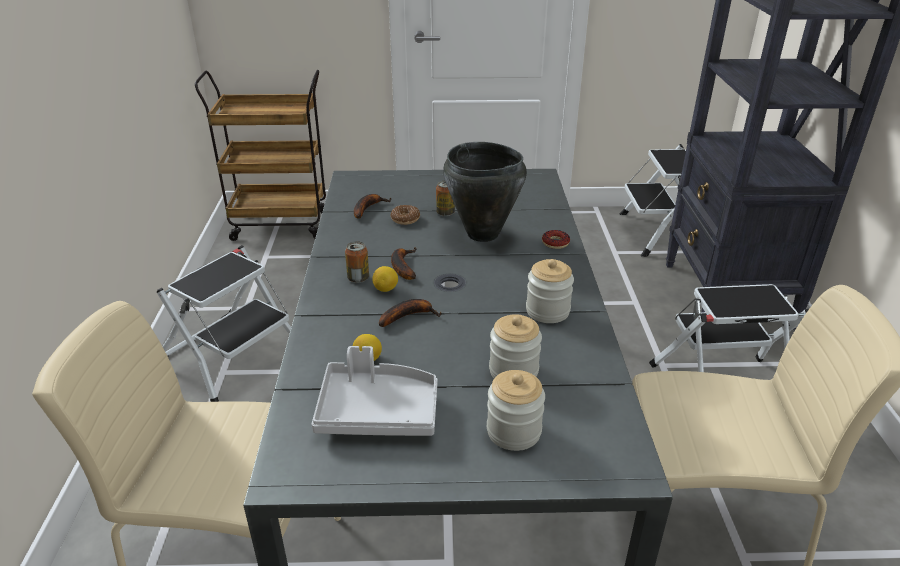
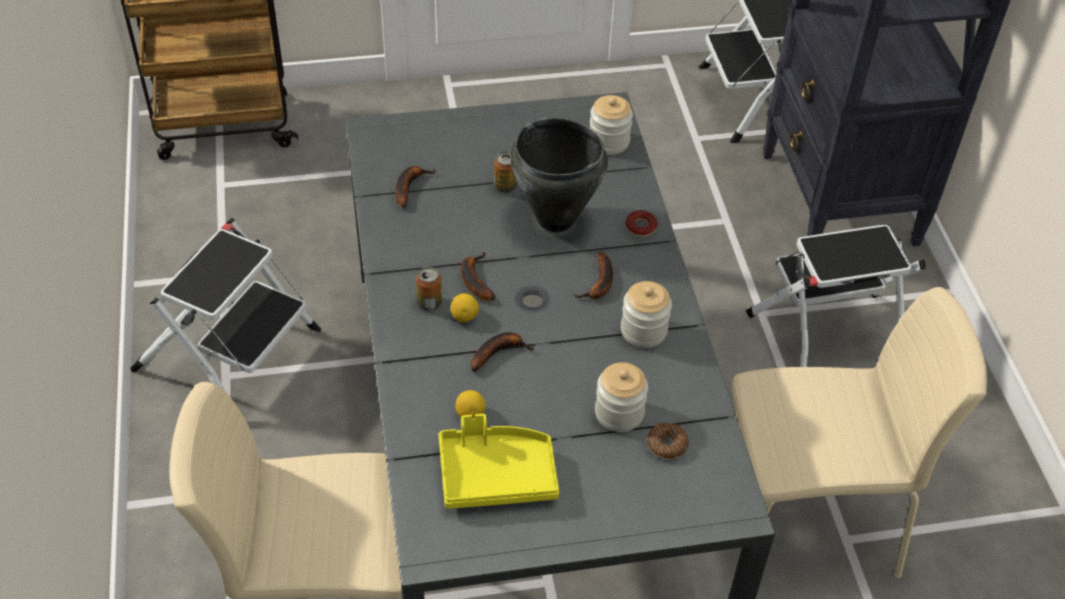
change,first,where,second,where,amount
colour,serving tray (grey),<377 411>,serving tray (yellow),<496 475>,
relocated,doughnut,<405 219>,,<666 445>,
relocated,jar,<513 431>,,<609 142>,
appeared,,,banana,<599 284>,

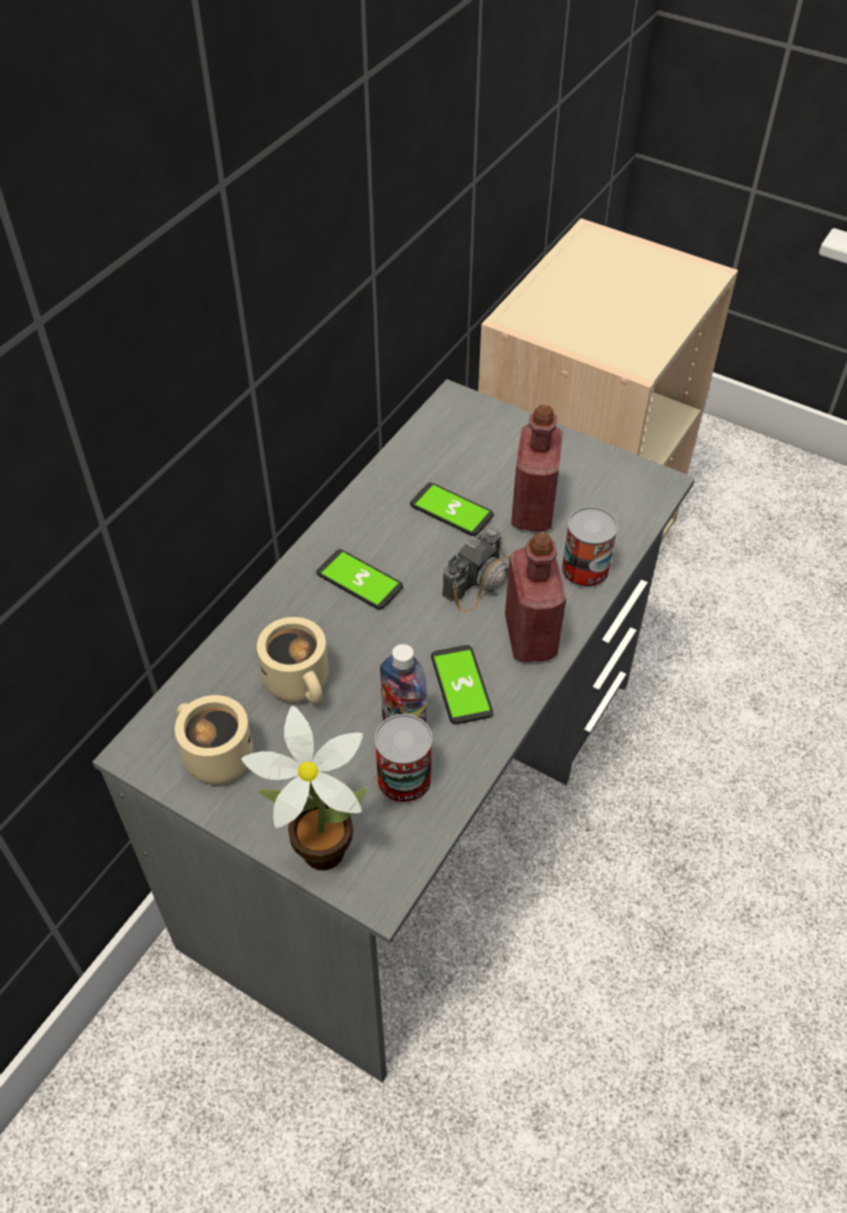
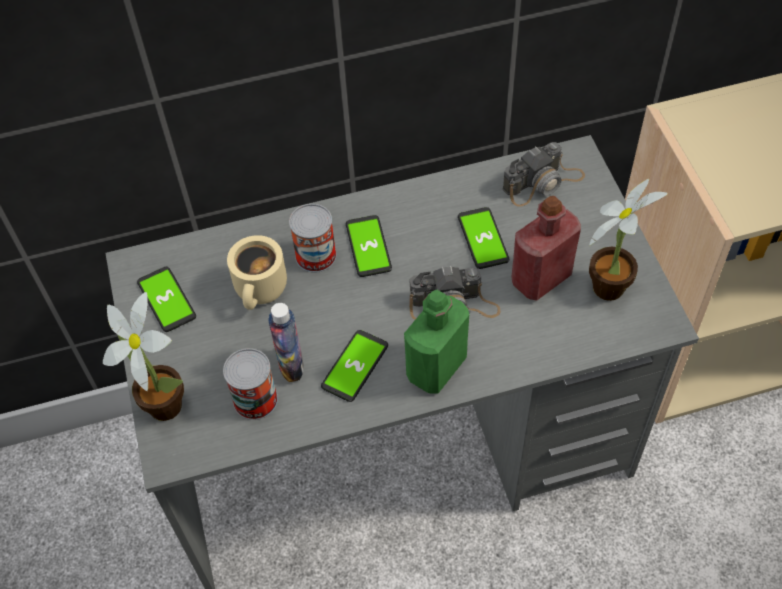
change,first,where,second,where,amount
exchanged,mug (beige-coloured),<213 757>,phone,<167 300>,
colour,drink bottle (red-coloured),<530 637>,drink bottle (green-coloured),<436 367>,
relocated,metal can,<585 570>,,<315 255>,
appeared,,,still camera,<543 182>,
appeared,,,houseplant,<612 284>,

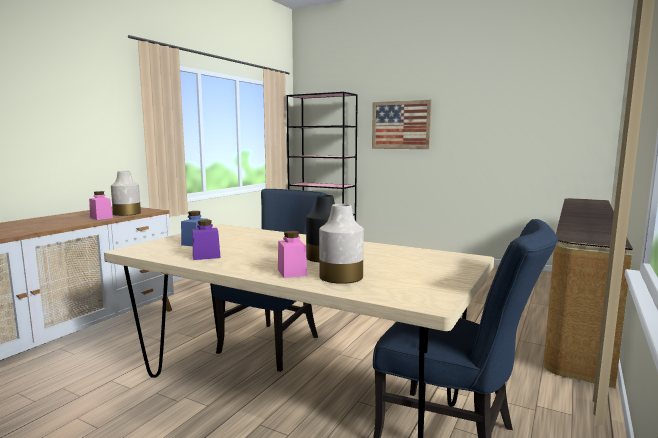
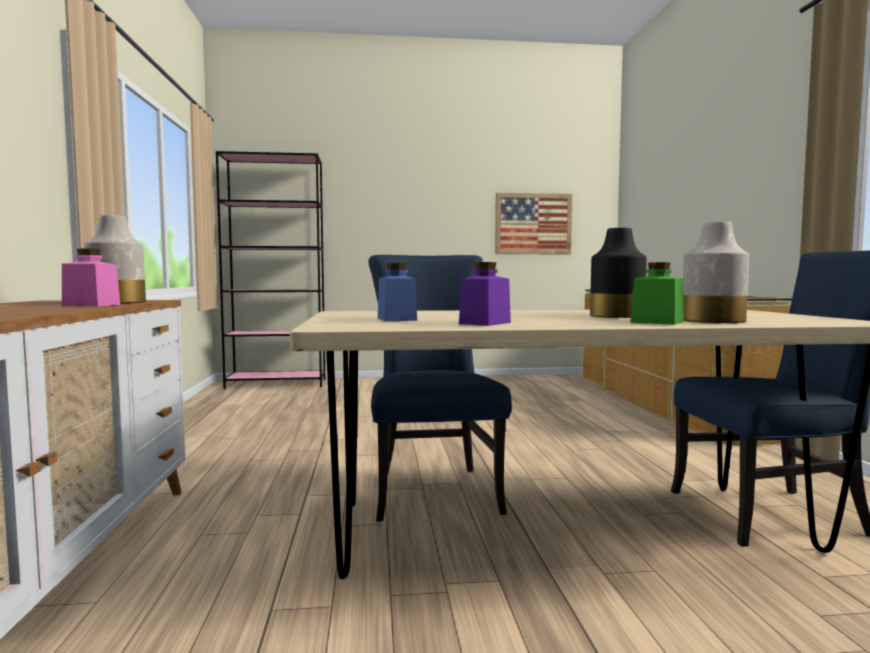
change,first,where,second,where,amount
colour,jar (pink-coloured),<292 272>,jar (green-coloured),<657 322>,
relocated,wall picture,<400 125>,,<533 224>,

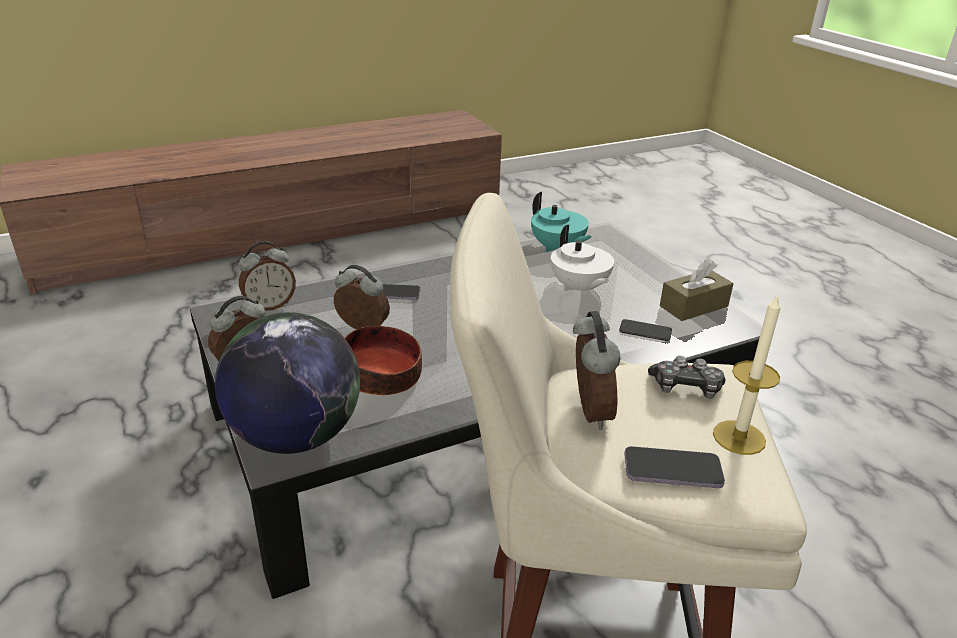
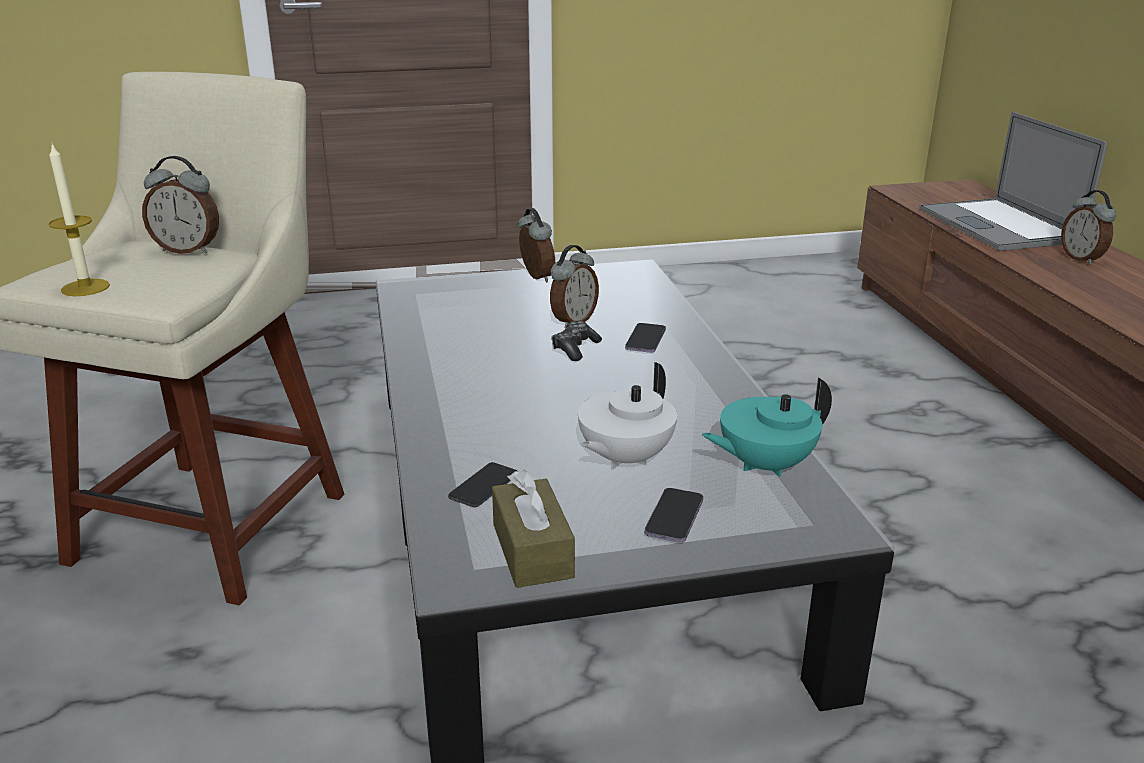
change,first,where,second,where,amount
missing,world globe,<295 436>,,,
relocated,table clock,<270 305>,,<1082 259>,
missing,serving bowl,<381 377>,,,
spun,pot for tea (whitish),<579 288>,,<624 458>,45 degrees counterclockwise
relocated,phone,<672 470>,,<674 518>,
relocated,game controller,<685 388>,,<575 348>,
appeared,,,portable computer,<998 225>,

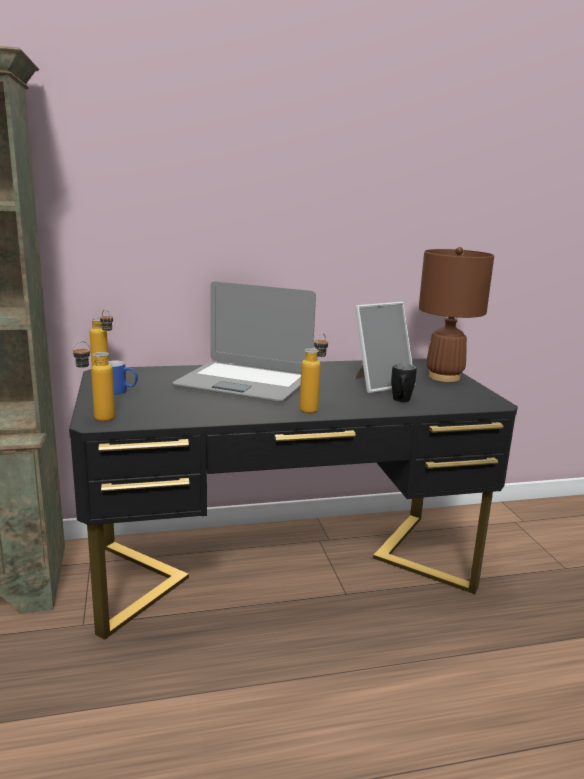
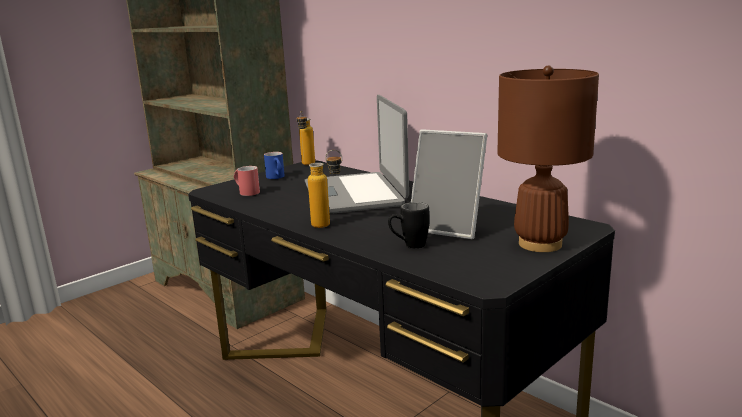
change,first,where,second,where,amount
missing,drink bottle,<96 419>,,,
appeared,,,mug (red-coloured),<246 192>,

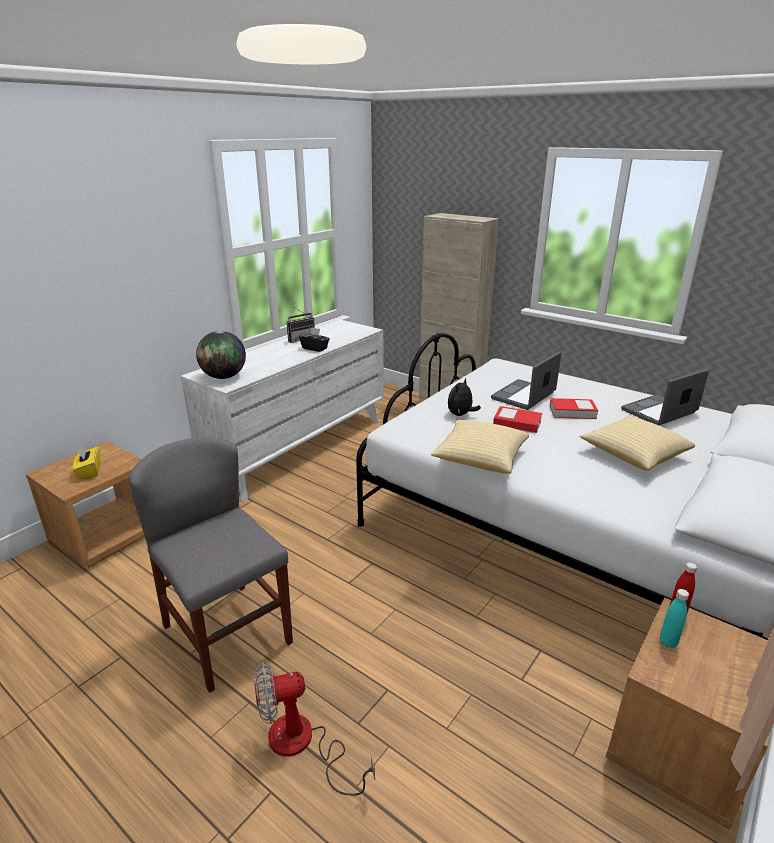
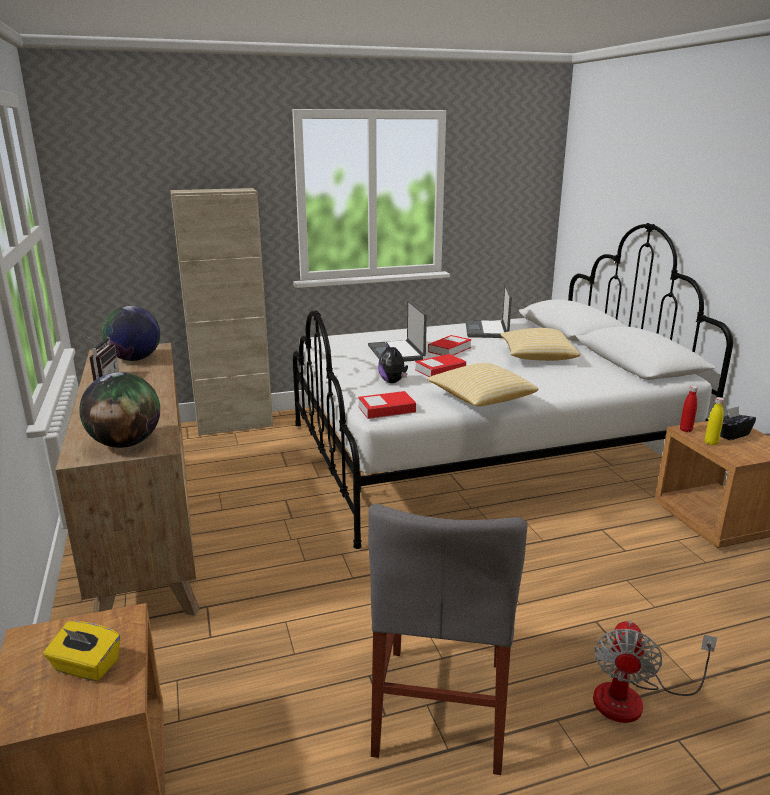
change,first,where,second,where,amount
spun,chair (grey),<227 634>,,<441 706>,75 degrees counterclockwise
colour,dresser (whitish),<300 447>,dresser (brown),<147 532>,
relocated,box of tissues (black-coloured),<315 348>,,<730 434>,
colour,drink bottle (turquoise),<668 642>,drink bottle (yellow),<711 443>,
appeared,,,world globe,<135 359>,
appeared,,,volume,<386 410>,

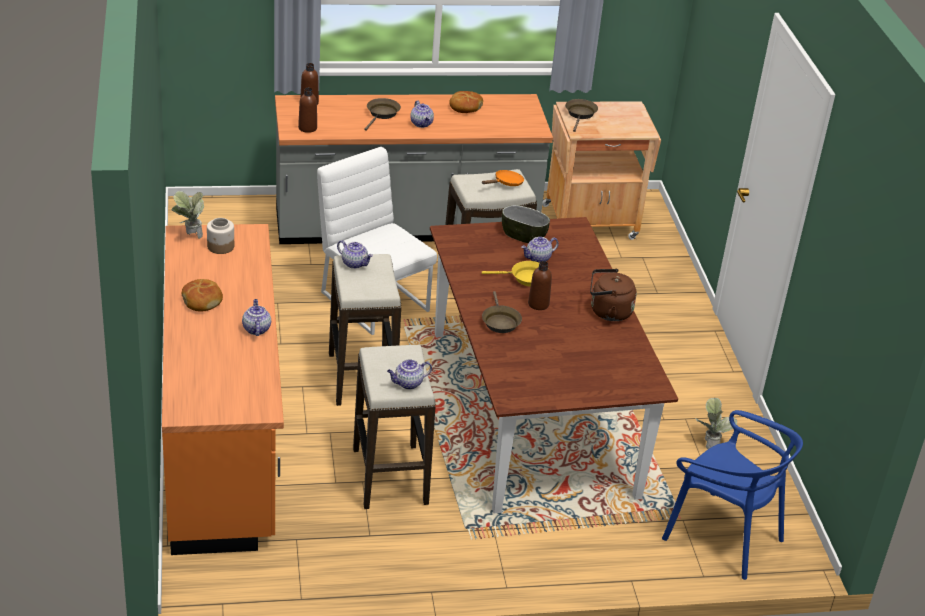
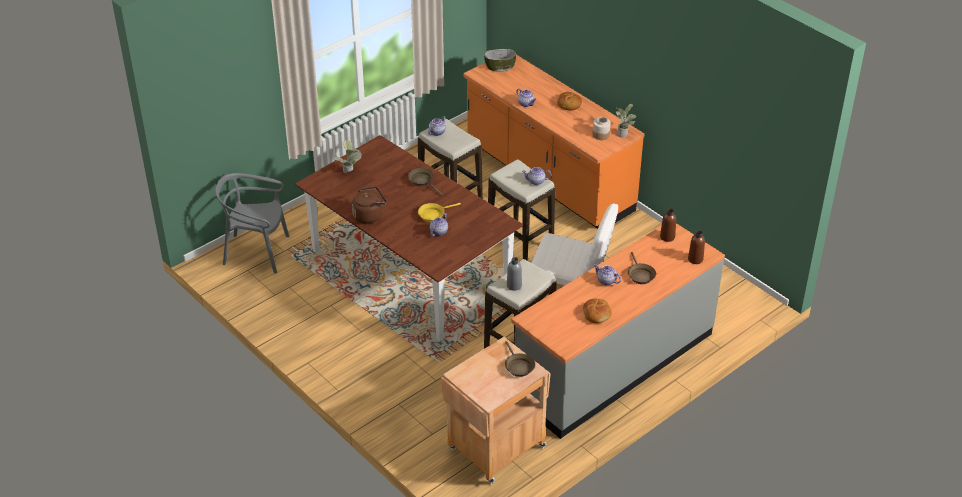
change,first,where,second,where,amount
exchanged,frying pan (orange-coloured),<506 183>,drink bottle (grey),<514 285>,
relocated,serving bowl,<523 235>,,<500 66>,
missing,drink bottle (brown),<538 304>,,,
colour,chair (bluish),<723 536>,chair (grey),<257 252>,
relocated,houseplant,<710 442>,,<349 172>,

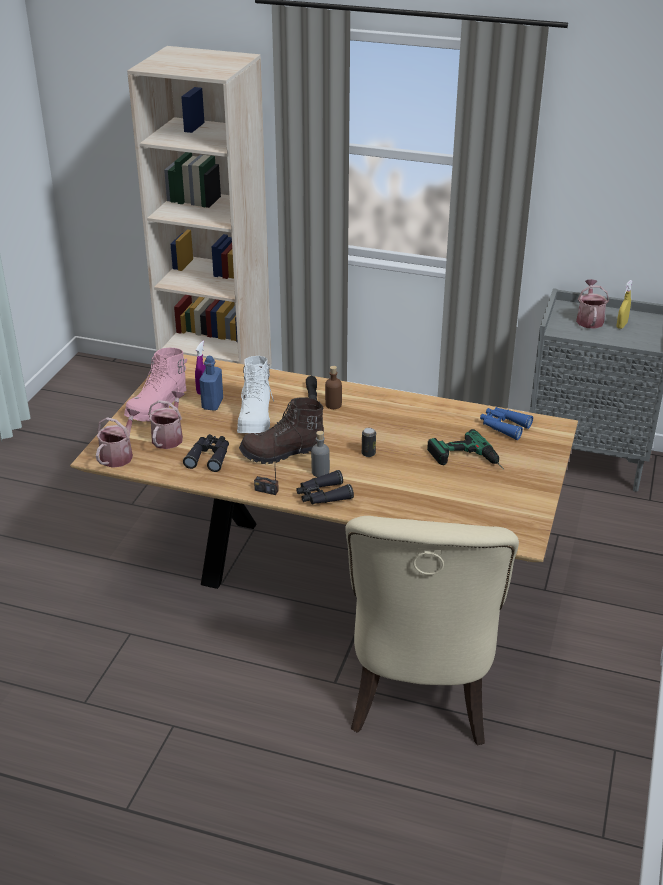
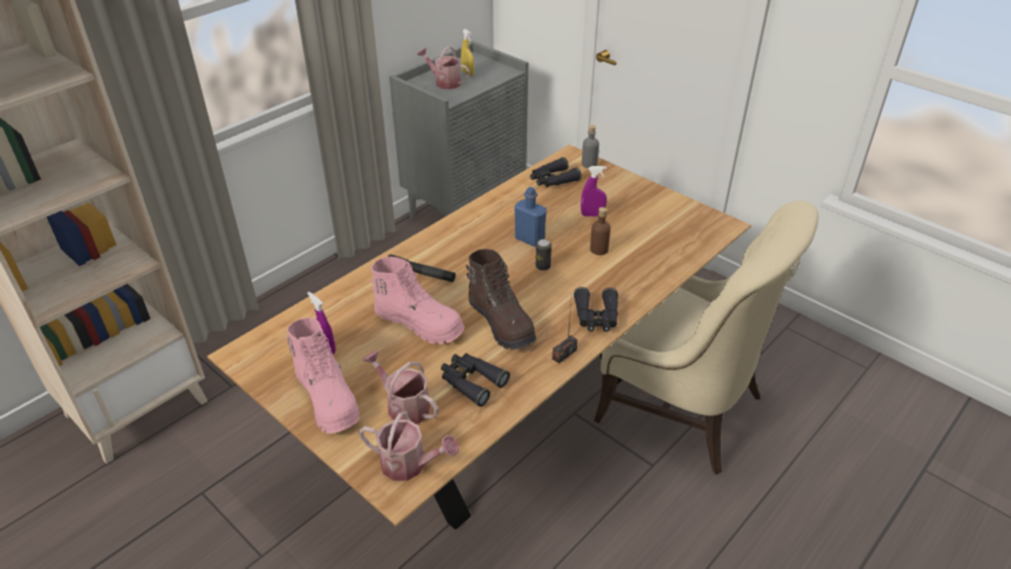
change,first,where,second,where,amount
spun,sprinkling can,<119 455>,,<409 464>,150 degrees clockwise
relocated,drink bottle (bluish),<212 404>,,<529 239>,
colour,high-top boot (whitish),<255 418>,high-top boot (pink-coloured),<420 323>,
spun,high-top boot (brown),<282 453>,,<502 323>,45 degrees counterclockwise
relocated,drink bottle (grey),<320 472>,,<589 164>,
relocated,drink bottle (brown),<333 405>,,<599 249>,
exchanged,power drill,<467 461>,sprayer (purple-coloured),<592 215>,
colour,binoculars (bluish),<503 426>,binoculars (black-coloured),<553 180>,

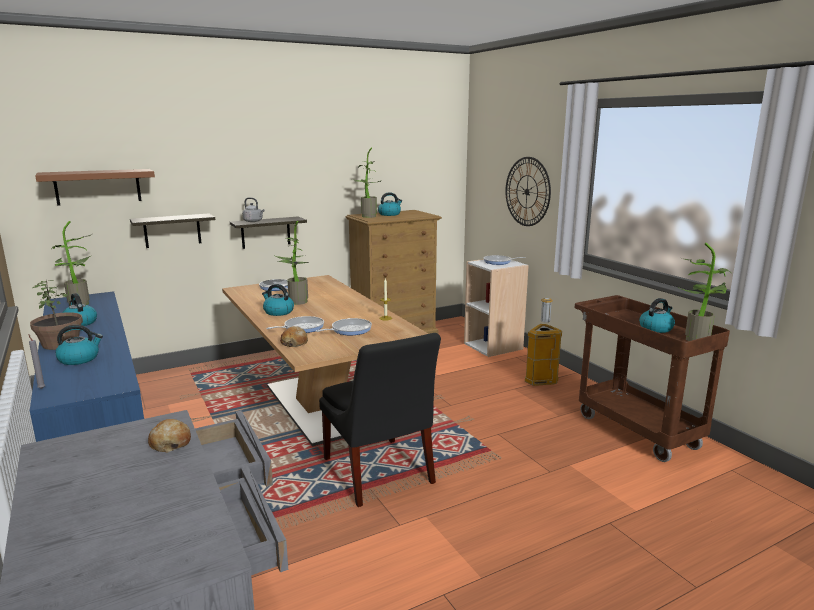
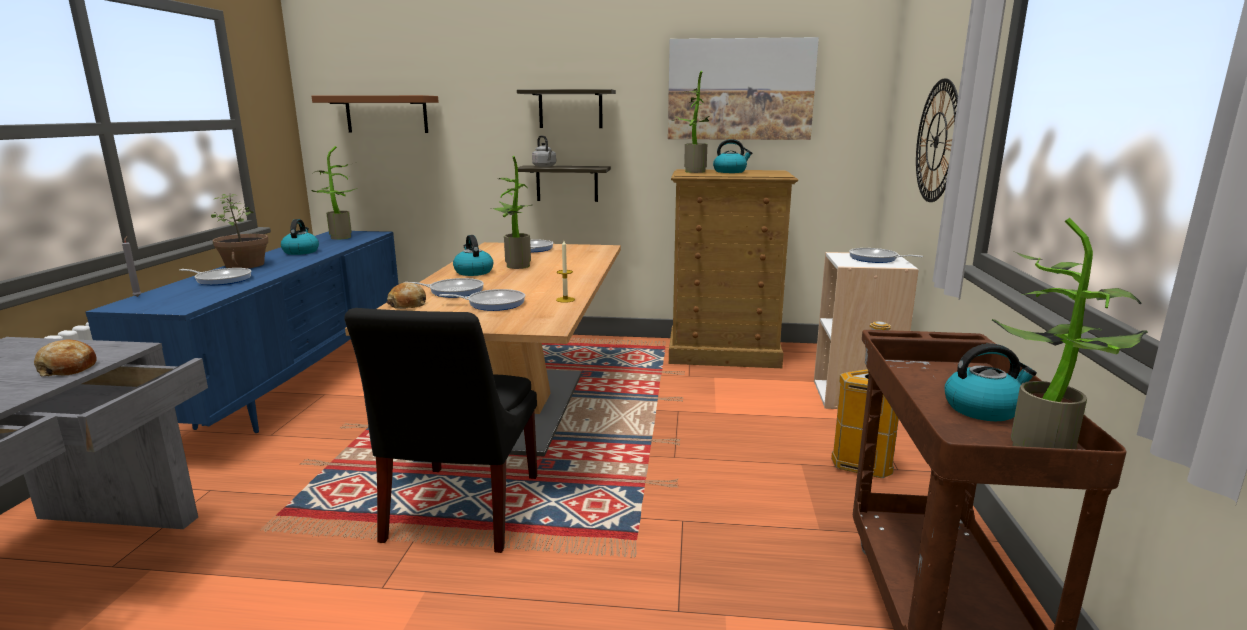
change,first,where,second,where,amount
exchanged,tea kettle,<79 359>,frying pan,<221 279>,
relocated,shelf,<172 230>,,<570 109>,
appeared,,,wall picture,<740 90>,

